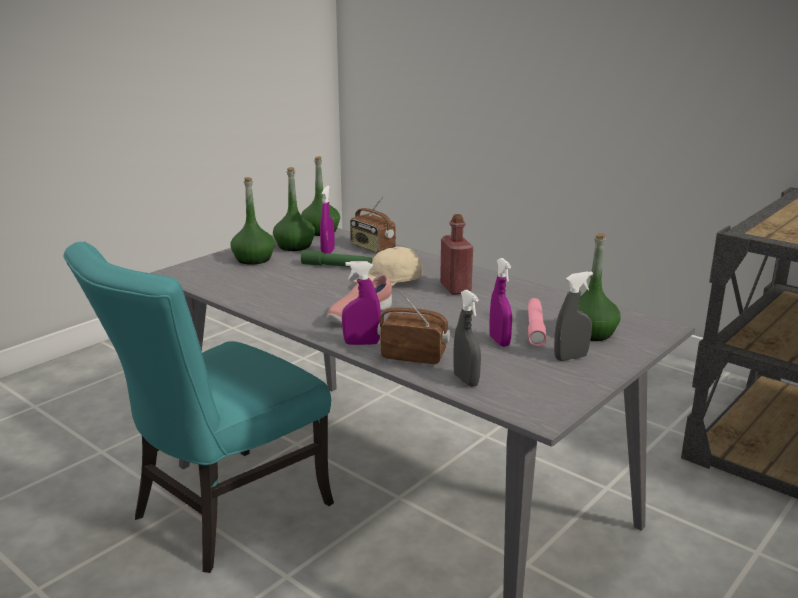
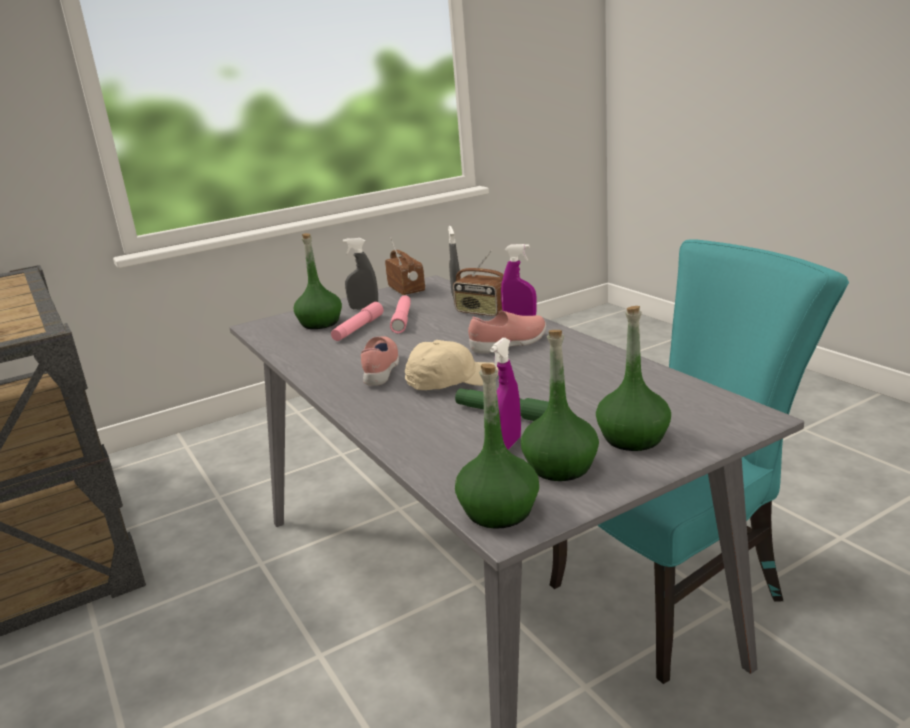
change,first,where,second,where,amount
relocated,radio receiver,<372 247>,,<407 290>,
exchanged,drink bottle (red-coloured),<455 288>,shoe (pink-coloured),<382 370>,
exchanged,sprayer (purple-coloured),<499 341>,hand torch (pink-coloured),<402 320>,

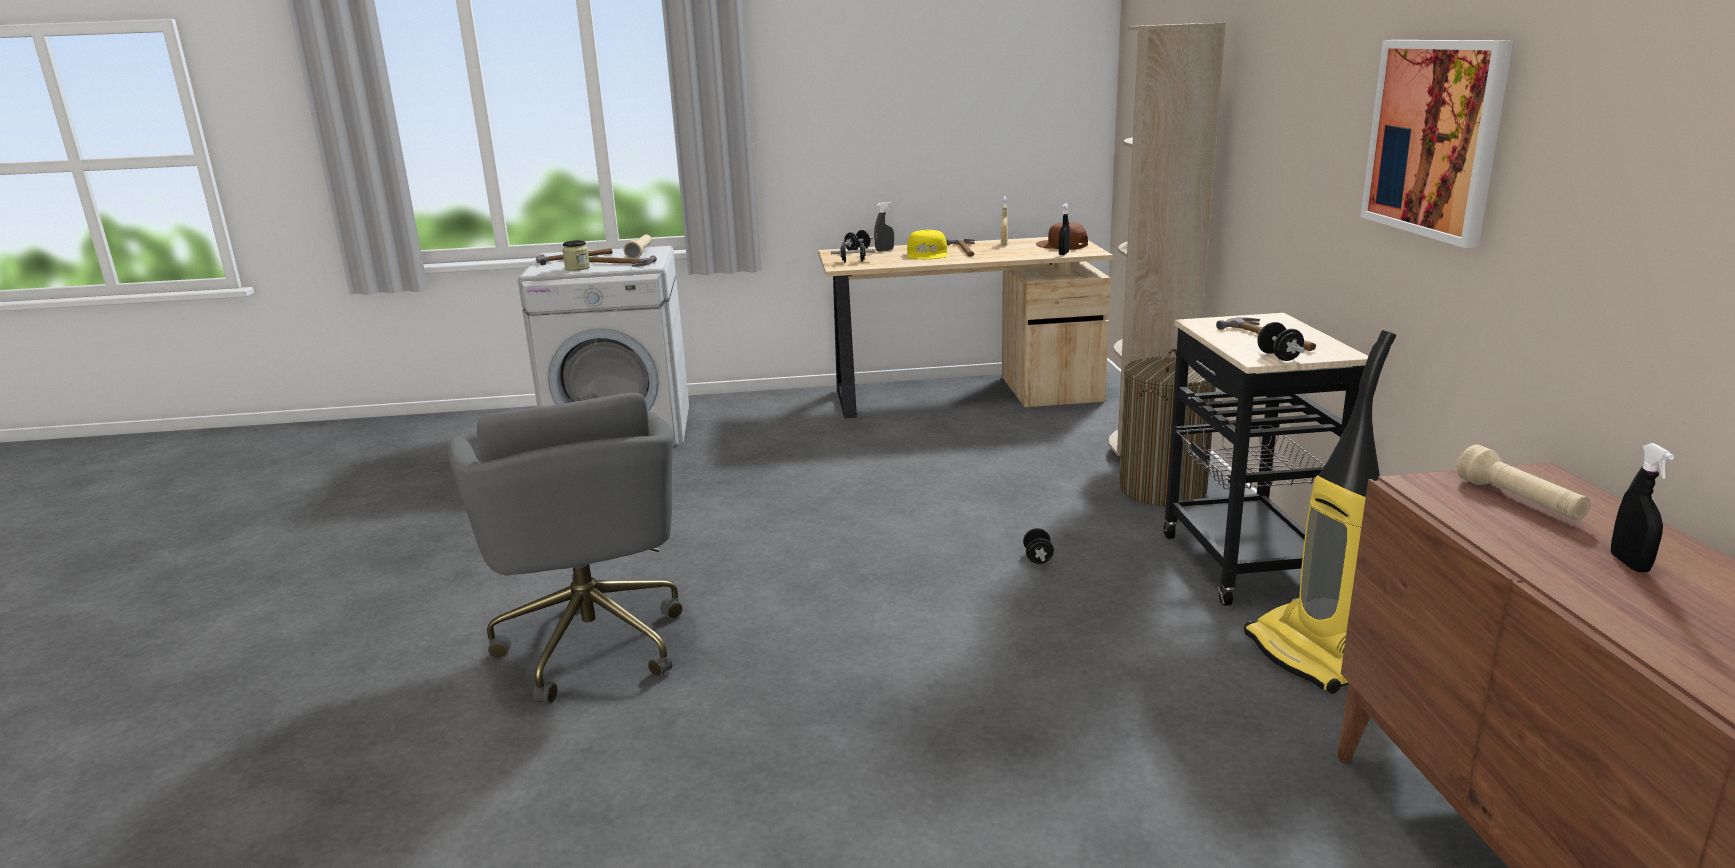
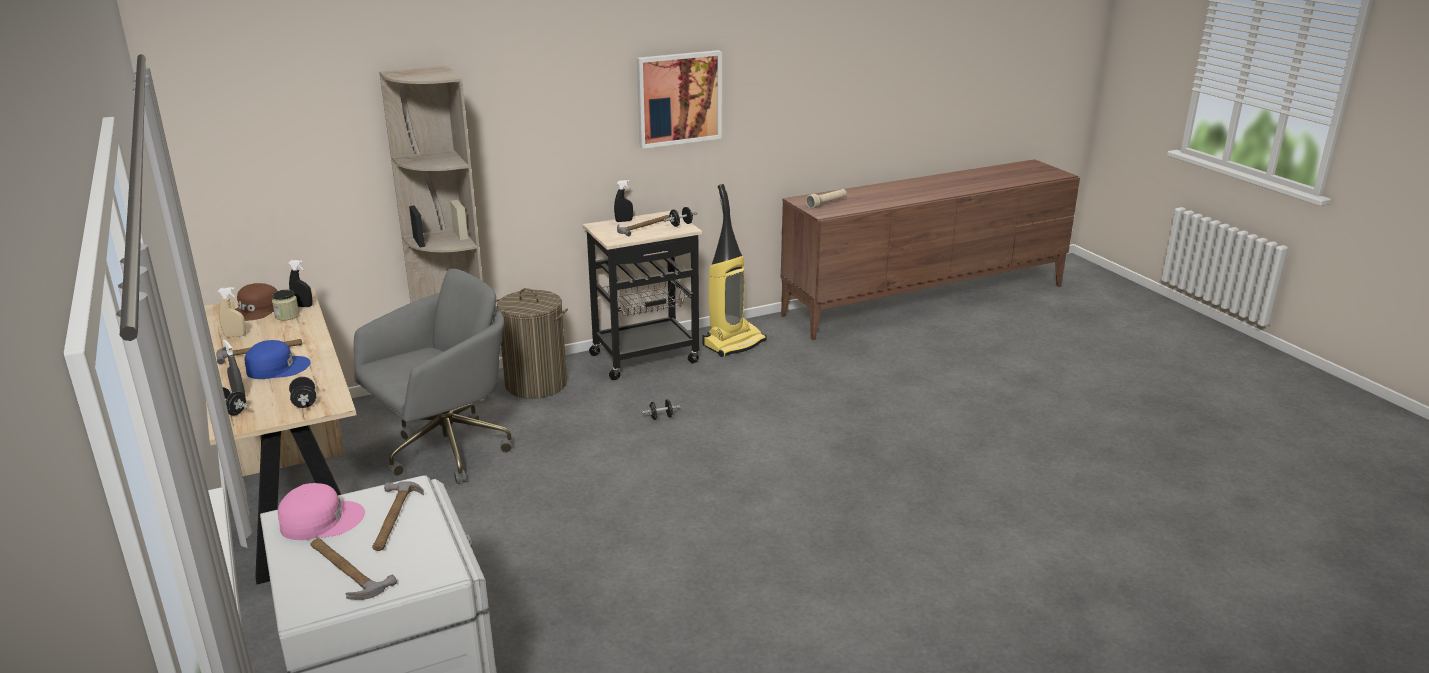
change,first,where,second,where,amount
relocated,office chair (grey),<591 643>,,<444 455>,
relocated,jar,<577 268>,,<287 316>,
exchanged,hand torch (beige-coloured),<640 253>,peaked cap (pink-coloured),<321 520>,
colour,peaked cap (yellow),<928 254>,peaked cap (bluish),<277 367>,
relocated,sprayer (black-coloured),<1629 563>,,<624 221>,

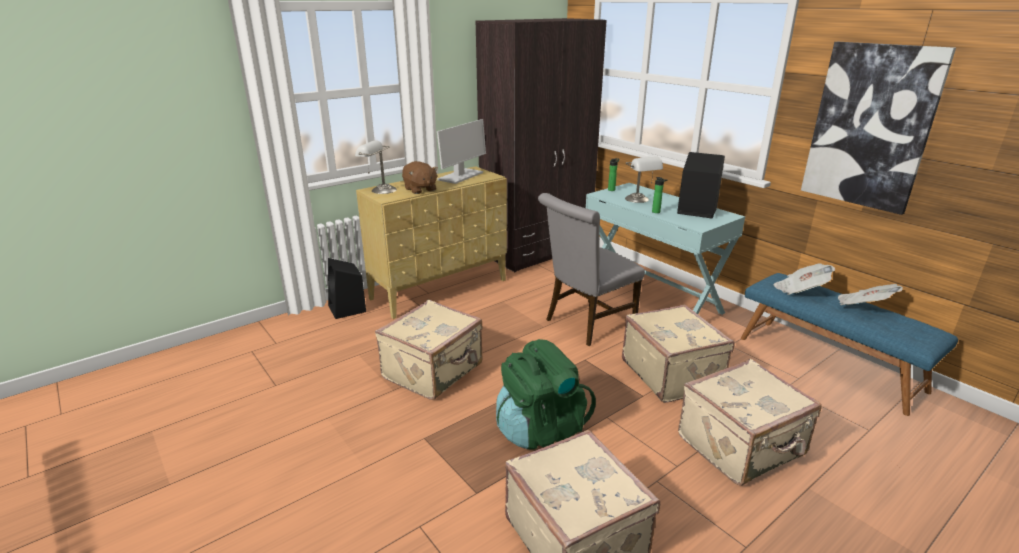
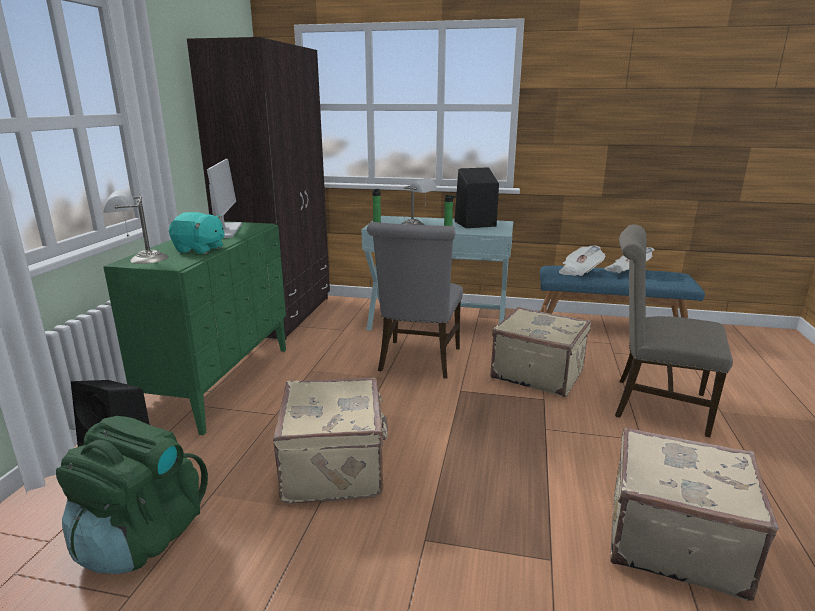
change,first,where,second,where,amount
colour,dresser (beige-coloured),<441 290>,dresser (green-coloured),<224 383>,
colour,soft toy (brown),<420 189>,soft toy (turquoise),<200 249>,
relocated,rucksack (green-coloured),<540 429>,,<141 537>,
exchanged,suitcase (beige-coloured),<742 447>,chair (beige-coloured),<652 404>,
missing,wall picture,<870 127>,,,

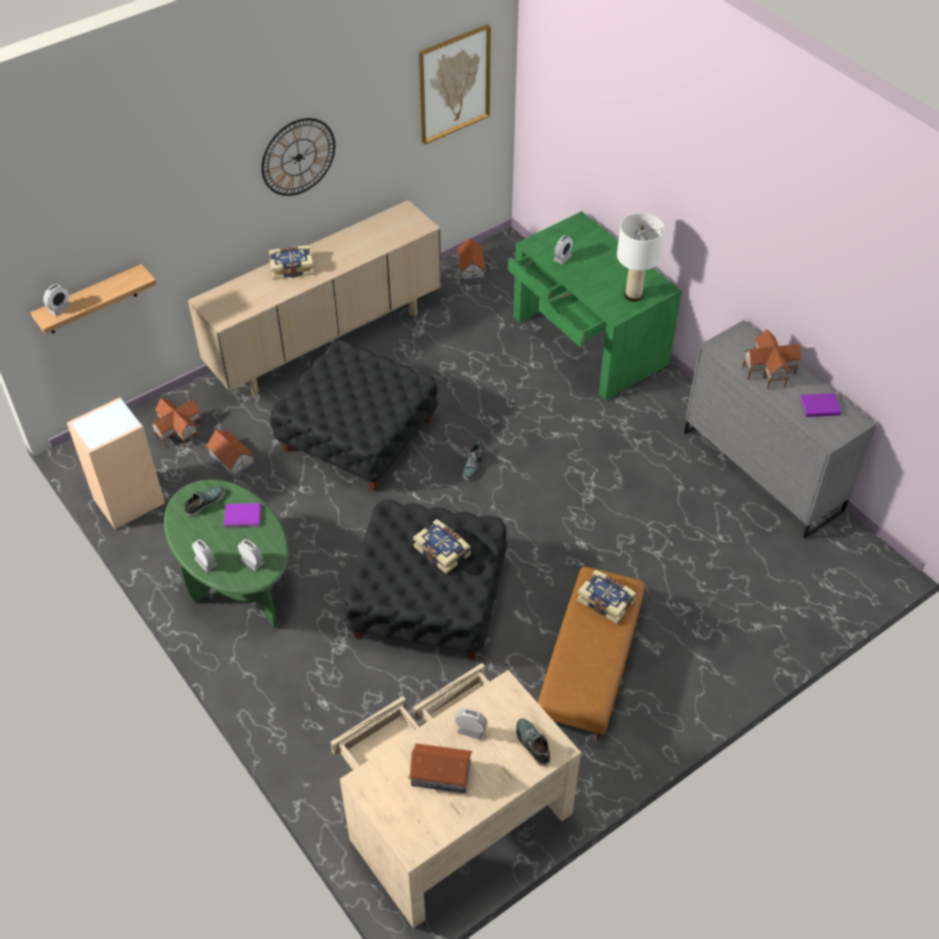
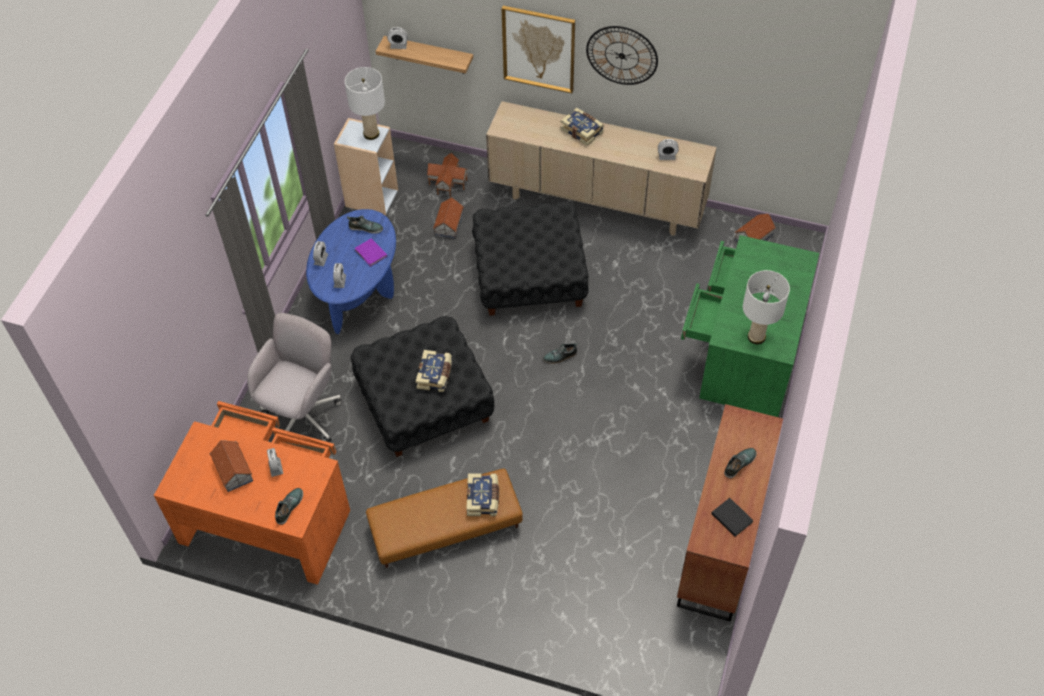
change,first,where,second,where,amount
colour,coffee table (green-coloured),<235 578>,coffee table (bluish),<358 290>,
colour,desk table (beige-coloured),<453 818>,desk table (orange-coloured),<267 518>,
relocated,wall picture,<454 84>,,<539 49>,
relocated,table clock,<562 258>,,<667 156>,
colour,dresser (grey),<763 471>,dresser (brown),<722 542>,
exchanged,miniature house,<768 371>,shoe,<739 463>,
colour,volume (purple-coloured),<818 406>,volume (black-coloured),<731 517>,
appeared,,,office chair (grey),<303 417>,
appeared,,,tabletop lamp (whitish),<371 134>,

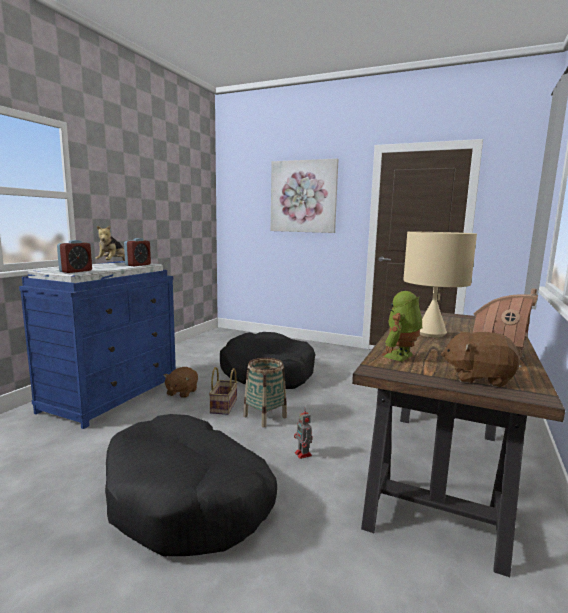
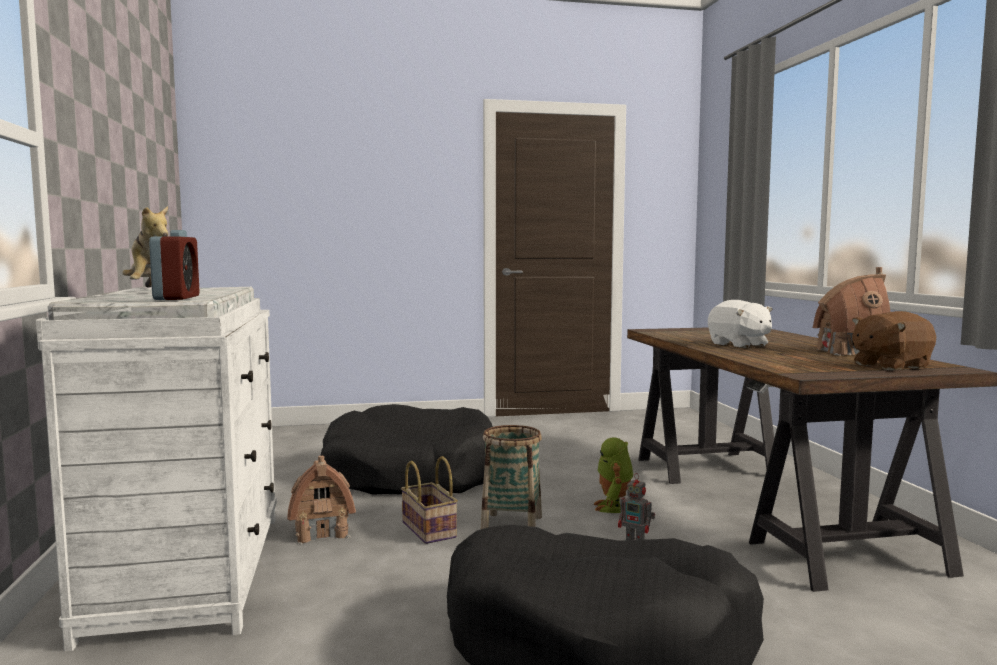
change,first,where,second,where,amount
colour,dresser (bluish),<112 395>,dresser (whitish),<190 571>,
missing,table clock,<138 265>,,,
exchanged,soft toy (brown),<181 392>,miniature house,<321 532>,
missing,wall picture,<303 196>,,,
relocated,toy robot,<401 356>,,<613 507>,
exchanged,tabletop lamp (beige-coloured),<431 334>,soft toy (whitish),<739 345>,

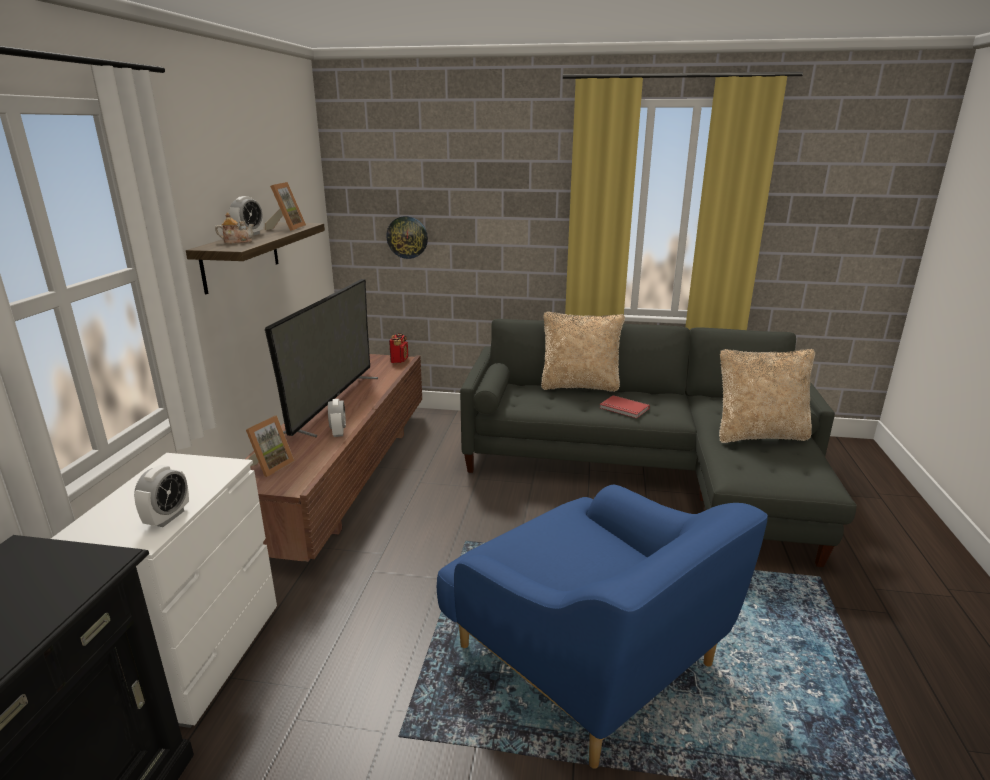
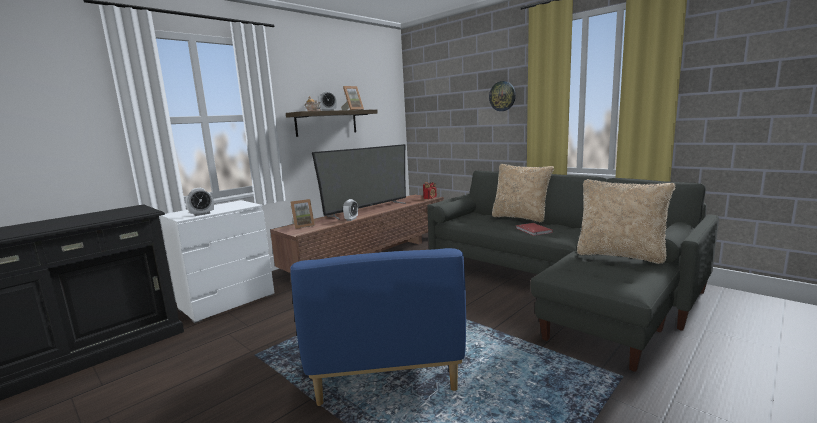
change,first,where,second,where,amount
relocated,wall clock,<407 237>,,<502 96>,

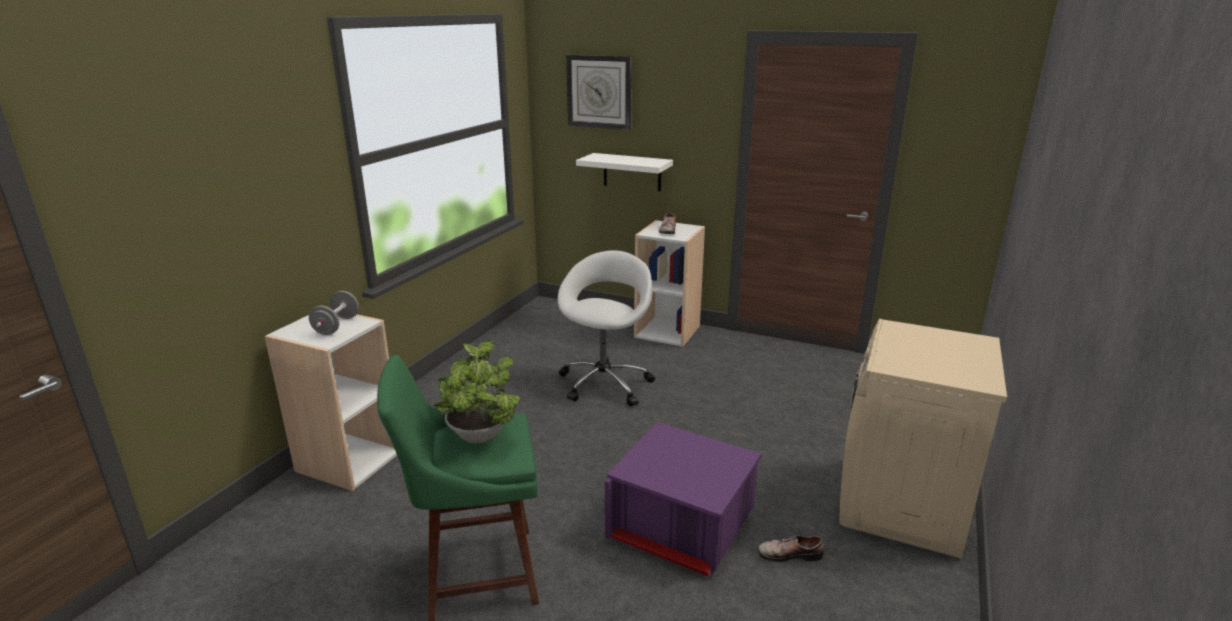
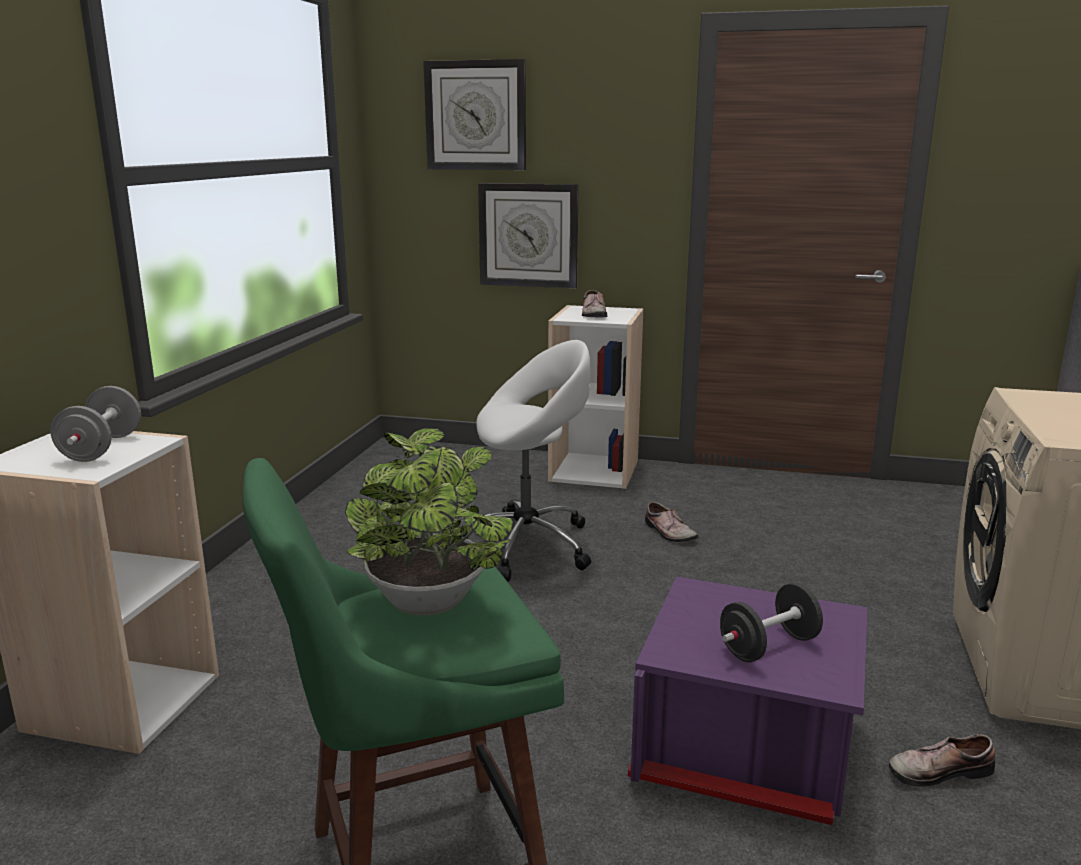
change,first,where,second,where,amount
spun,office chair (whitish),<605 383>,,<530 545>,60 degrees clockwise
exchanged,shelf (whitish),<632 172>,wall clock,<528 235>,
appeared,,,shoe,<668 533>,
appeared,,,free weight (black-coloured),<769 647>,

